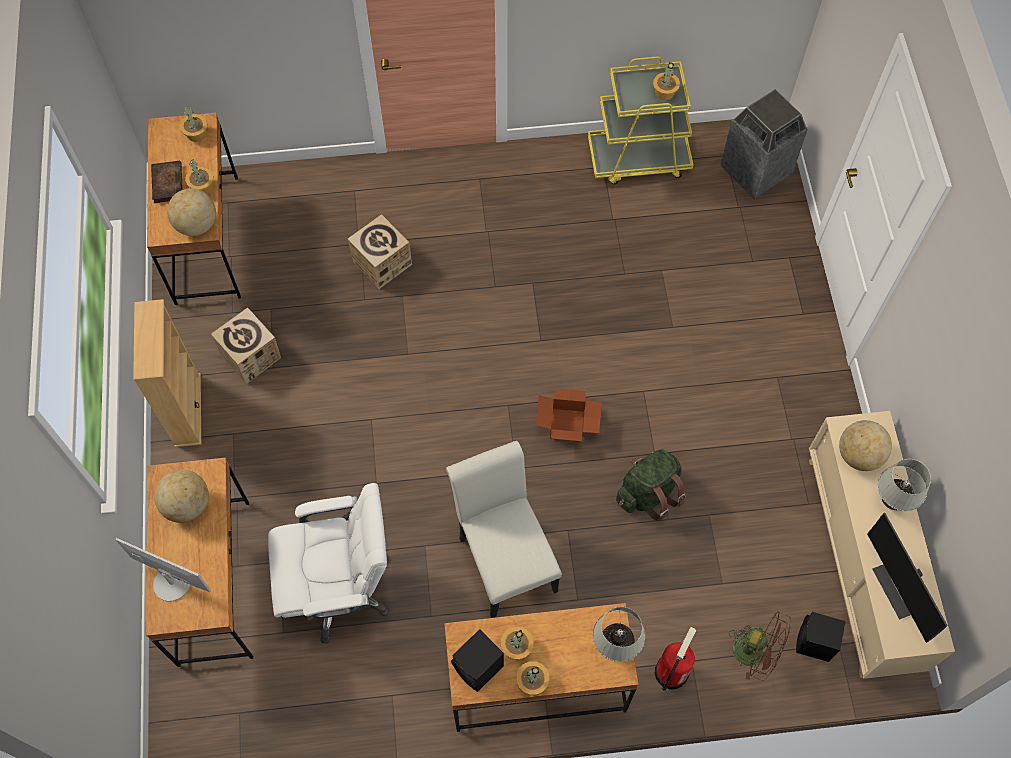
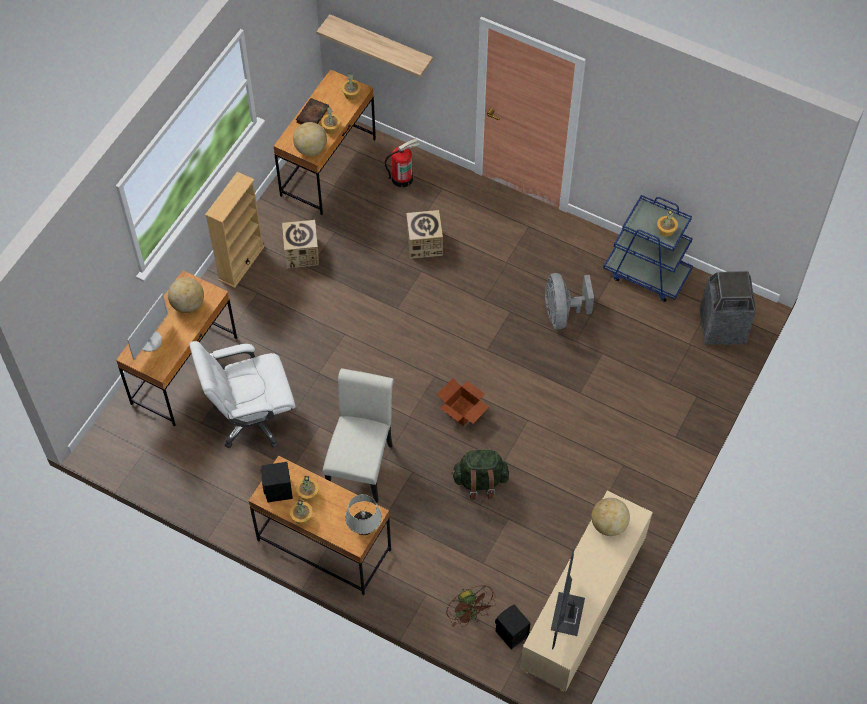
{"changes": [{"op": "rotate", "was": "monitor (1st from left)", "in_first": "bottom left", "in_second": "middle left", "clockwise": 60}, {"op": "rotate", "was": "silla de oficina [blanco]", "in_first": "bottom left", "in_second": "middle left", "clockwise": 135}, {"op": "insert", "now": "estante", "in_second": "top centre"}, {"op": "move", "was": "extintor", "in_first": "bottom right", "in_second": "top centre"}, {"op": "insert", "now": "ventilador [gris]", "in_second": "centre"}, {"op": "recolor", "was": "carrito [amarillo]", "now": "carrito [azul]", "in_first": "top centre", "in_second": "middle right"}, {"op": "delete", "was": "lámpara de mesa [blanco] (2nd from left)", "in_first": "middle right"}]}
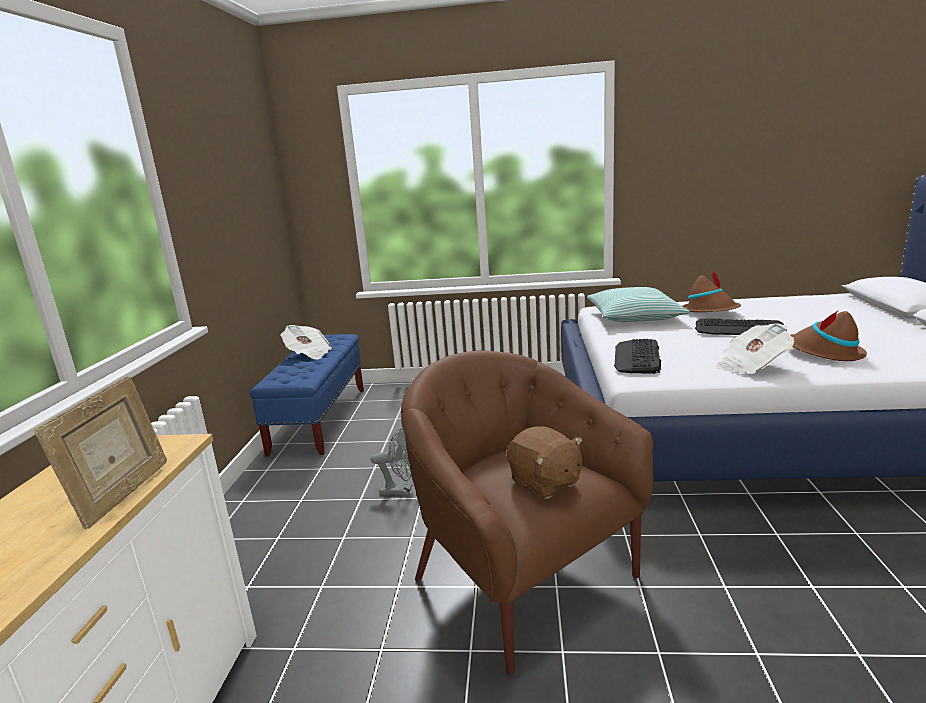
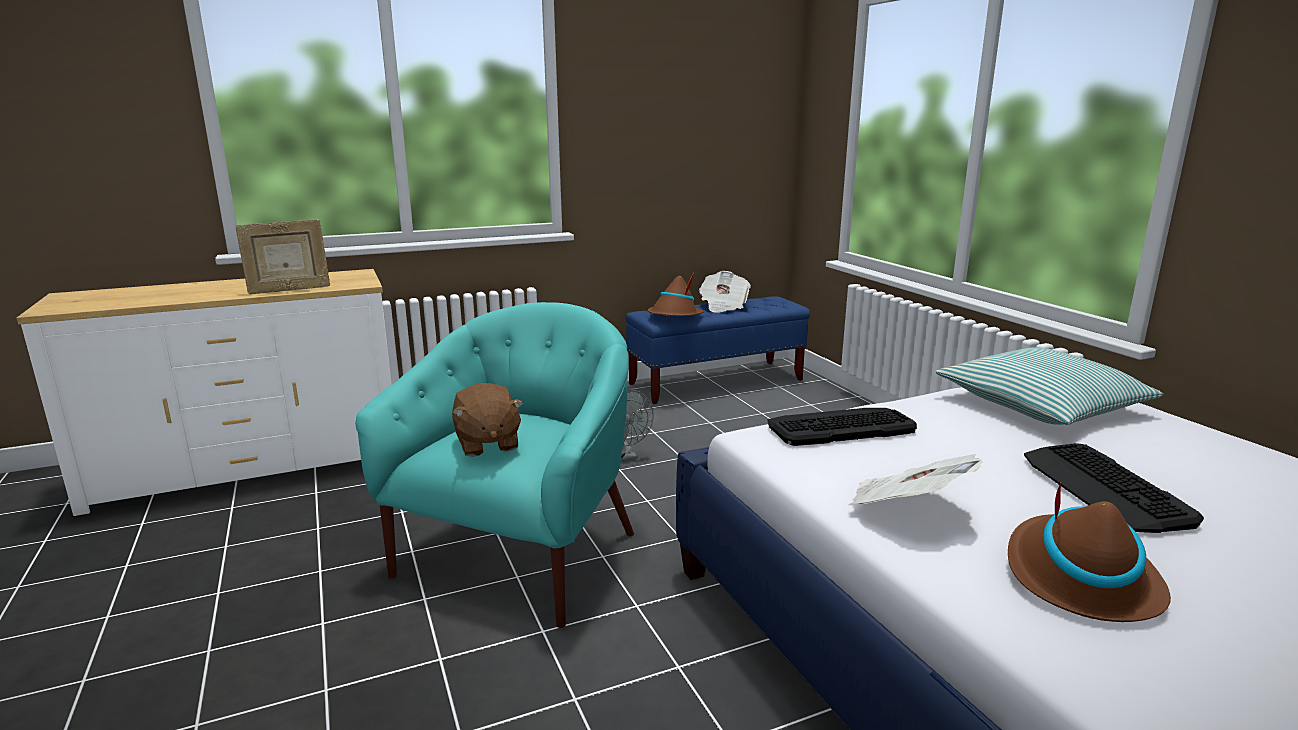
{"changes": [{"op": "recolor", "was": "sillón [marrón]", "now": "sillón [turquesa]", "in_first": "bottom centre", "in_second": "centre"}, {"op": "rotate", "was": "peluche [marrón]", "in_first": "centre", "in_second": "centre", "clockwise": -45}, {"op": "move", "was": "sombrero [marrón] (1st from left)", "in_first": "middle right", "in_second": "centre"}]}
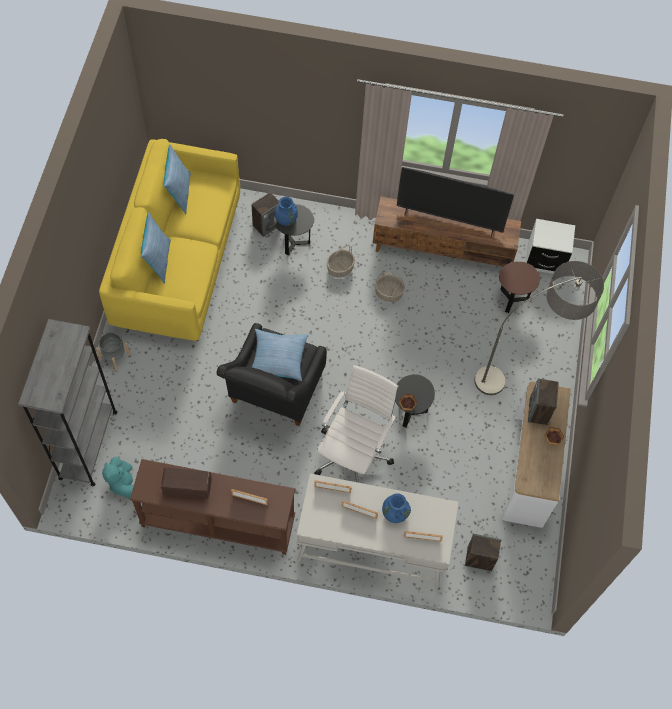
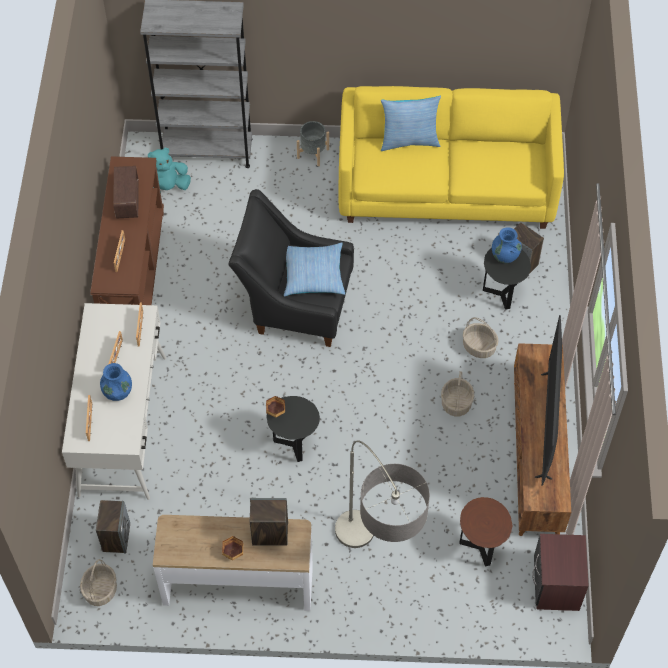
{"changes": [{"op": "insert", "now": "cesta (1st from left)", "in_second": "bottom left"}, {"op": "recolor", "was": "mesita de noche [blanco]", "now": "mesita de noche [marrón]", "in_first": "middle right", "in_second": "bottom right"}, {"op": "delete", "was": "cojín (2nd from left)", "in_first": "top left"}, {"op": "delete", "was": "silla de oficina [blanco]", "in_first": "centre"}]}
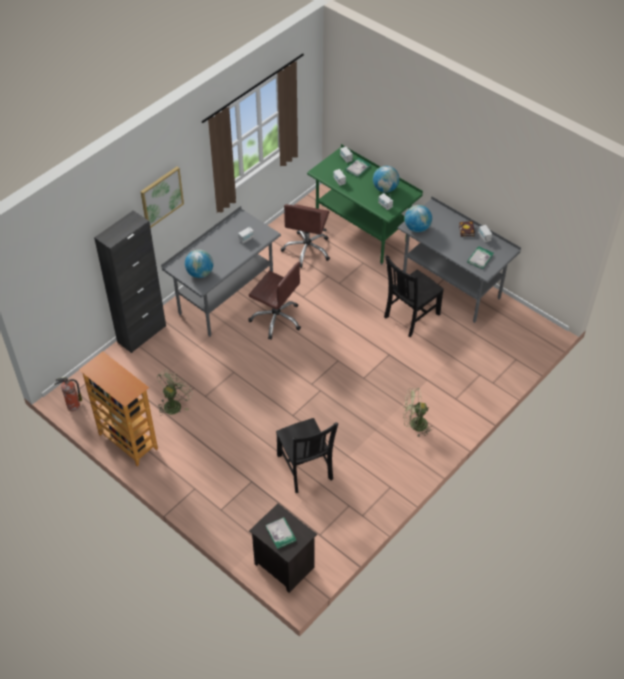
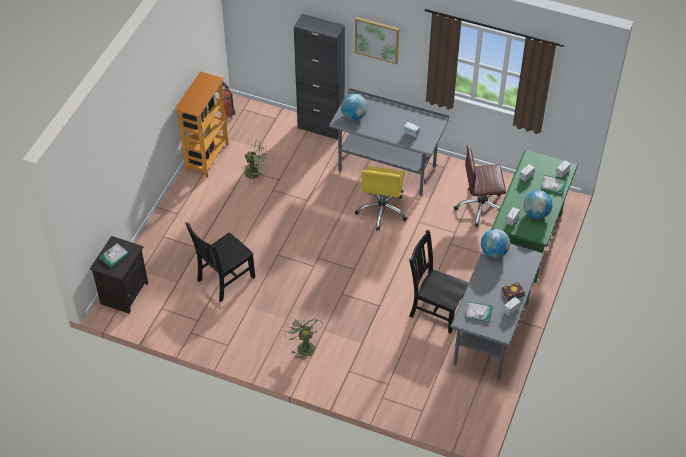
{"changes": [{"op": "recolor", "was": "silla de oficina [marrón] (1st from left)", "now": "silla de oficina [amarillo]", "in_first": "centre", "in_second": "centre"}]}
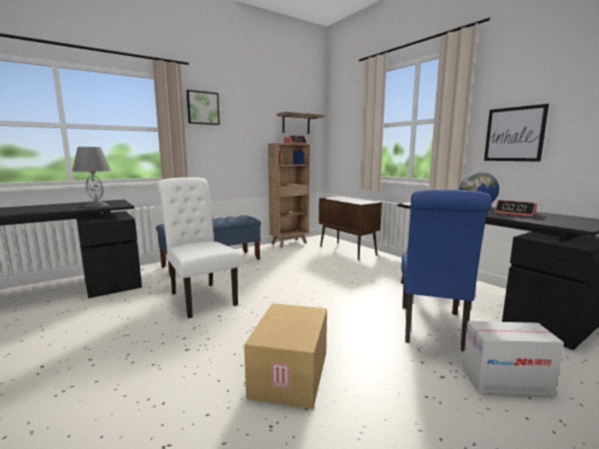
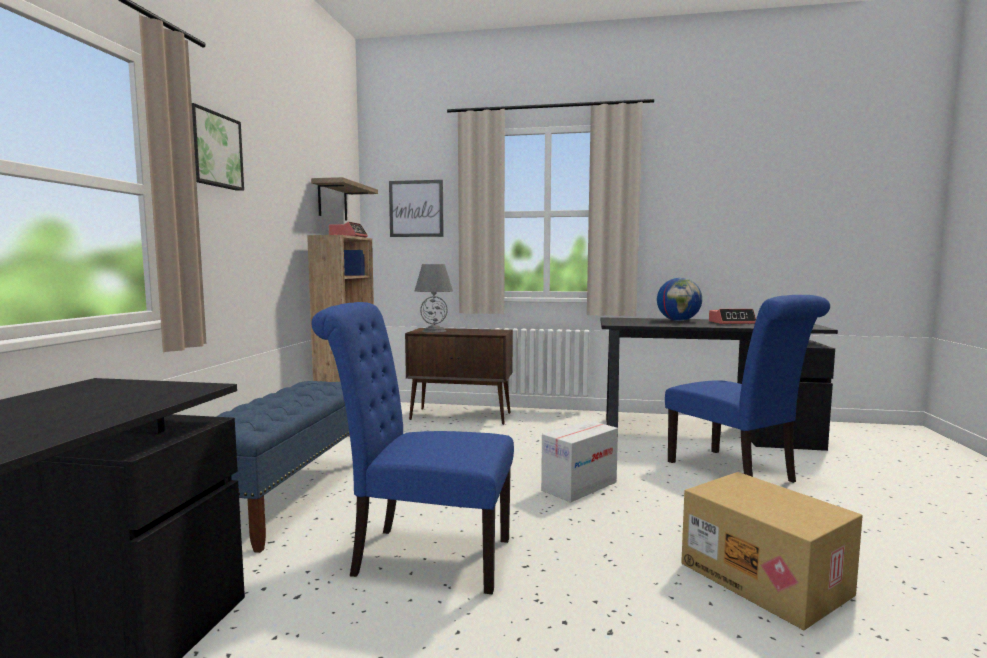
{"changes": [{"op": "recolor", "was": "silla [blanco]", "now": "silla [azul] (1st from left)", "in_first": "middle left", "in_second": "bottom centre"}, {"op": "move", "was": "cuadro (2nd from left)", "in_first": "top right", "in_second": "top centre"}, {"op": "move", "was": "lámpara de mesa [gris]", "in_first": "middle left", "in_second": "centre"}, {"op": "move", "was": "caja de cartón (2nd from left in the first image)", "now": "caja de cartón (1st from left)", "in_first": "bottom right", "in_second": "bottom centre"}]}
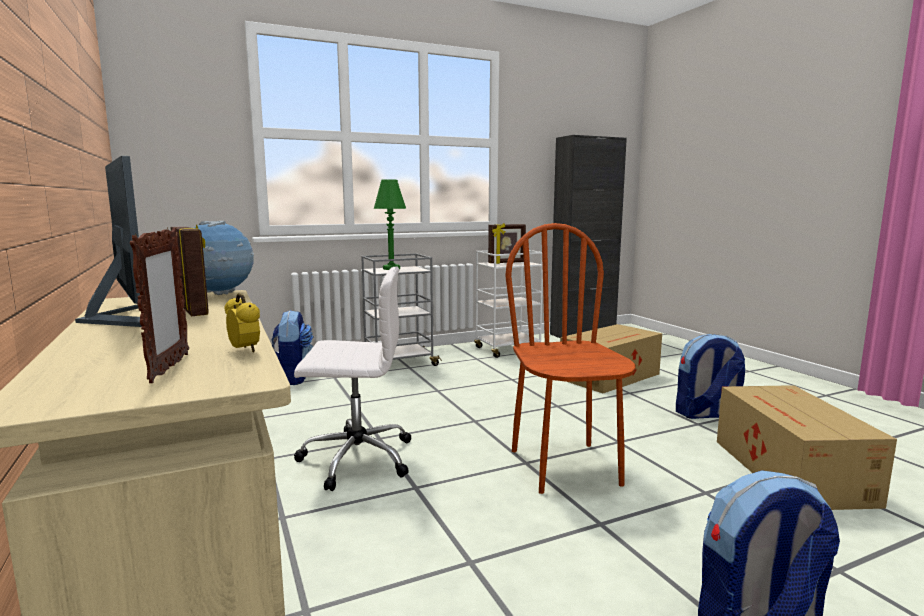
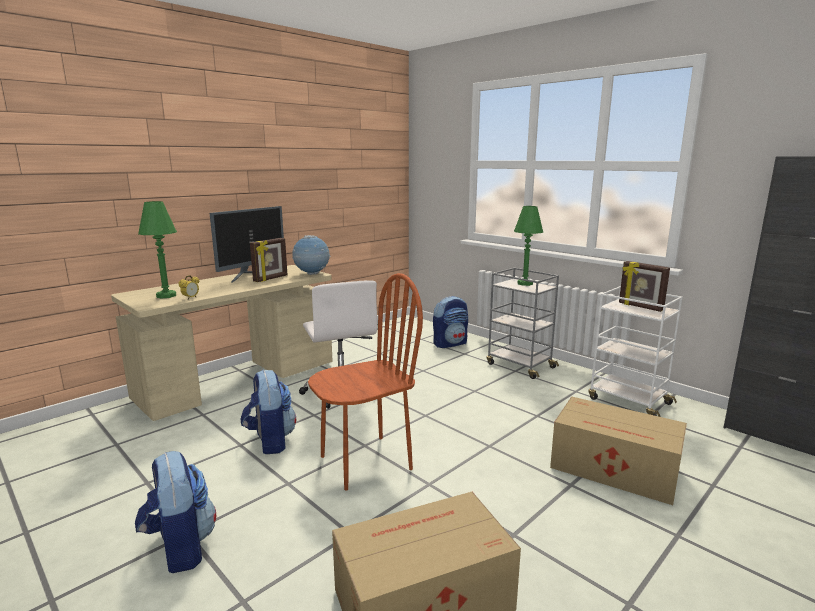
{"changes": [{"op": "replace", "was": "portarretratos (1st from left)", "now": "lámpara de mesa [verde] (1st from left)", "in_first": "middle left", "in_second": "middle left"}, {"op": "move", "was": "mochila (2nd from left)", "in_first": "middle right", "in_second": "bottom left"}]}
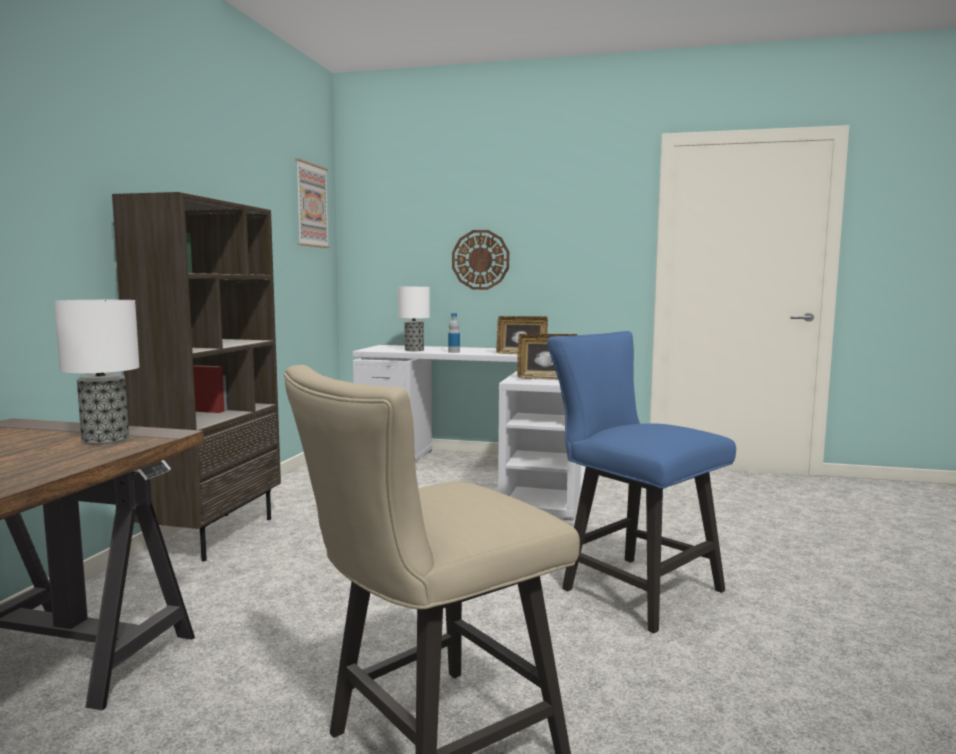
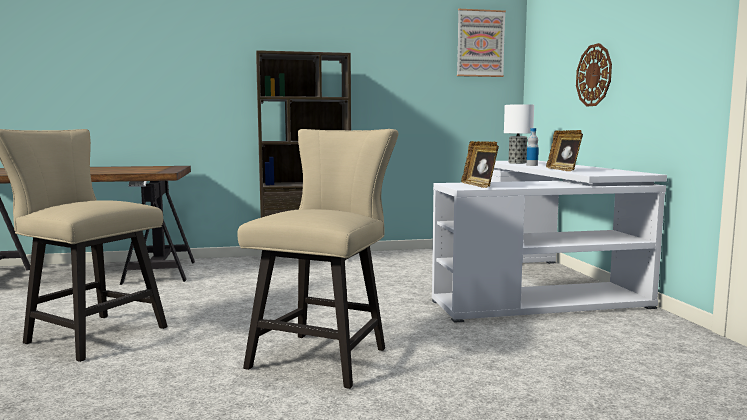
{"changes": [{"op": "recolor", "was": "silla [azul]", "now": "silla [beis] (2nd from left)", "in_first": "middle right", "in_second": "centre"}, {"op": "delete", "was": "lámpara de mesa (1st from left)", "in_first": "middle left"}]}
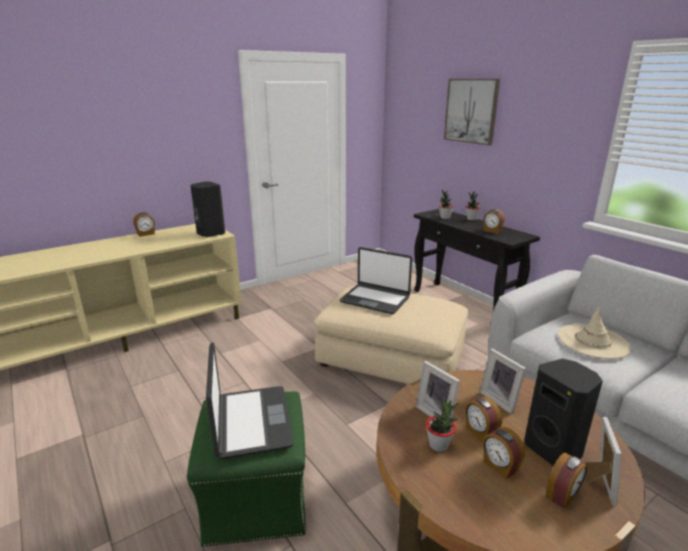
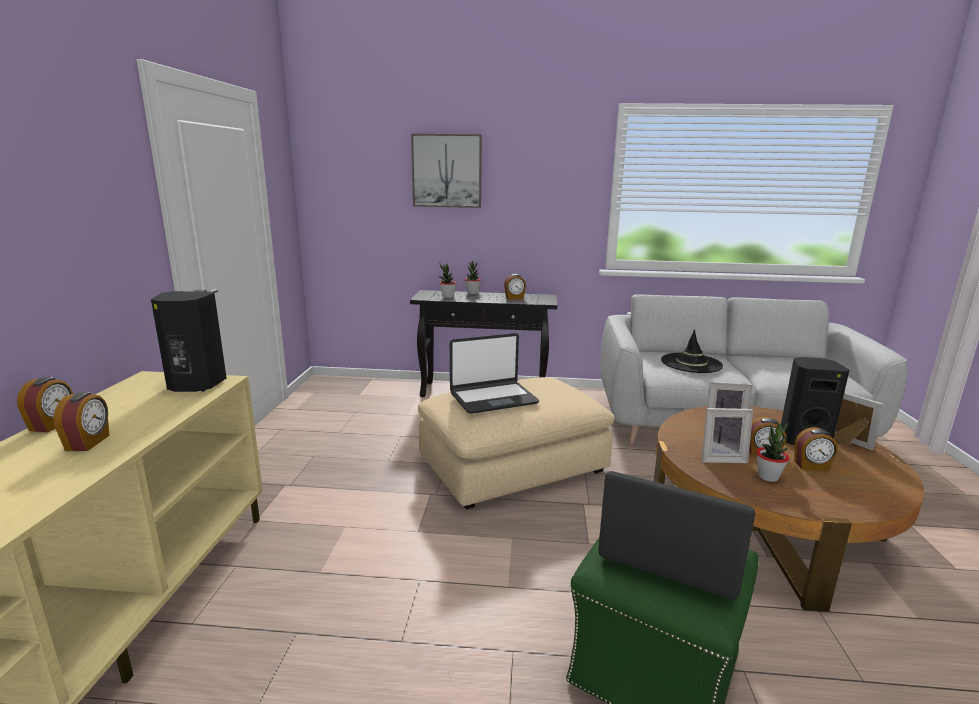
{"changes": [{"op": "move", "was": "despertador (5th from left in the first image)", "now": "despertador (2nd from left)", "in_first": "bottom right", "in_second": "middle left"}, {"op": "recolor", "was": "sombrero [beis]", "now": "sombrero [negro]", "in_first": "middle right", "in_second": "middle right"}]}
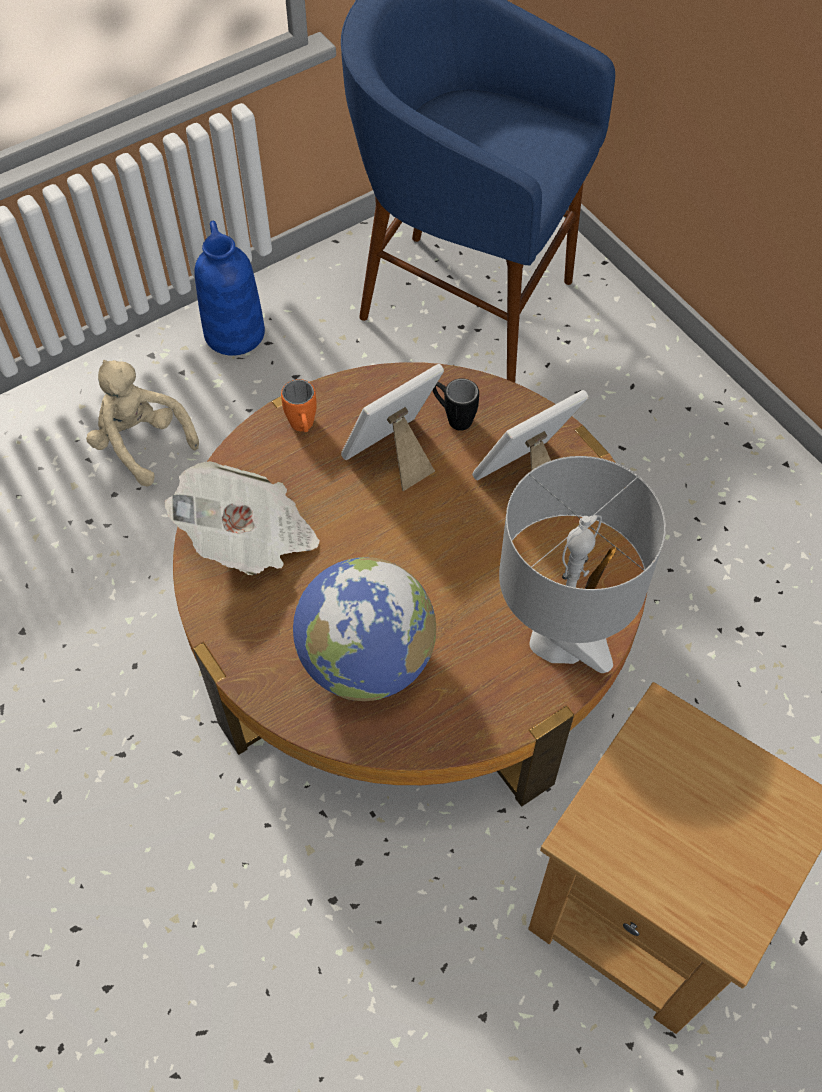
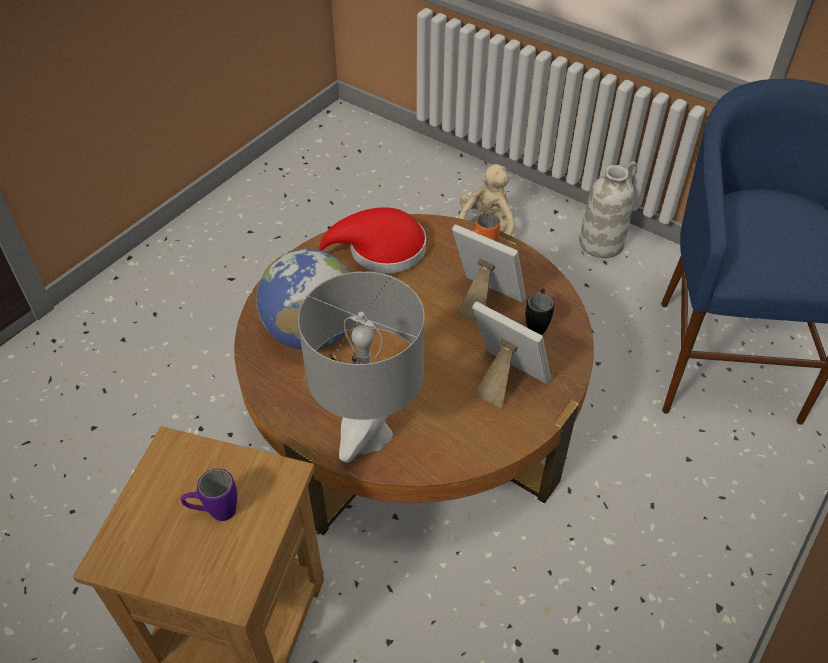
{"changes": [{"op": "insert", "now": "taza grande [morado]", "in_second": "bottom left"}, {"op": "replace", "was": "periódico", "now": "sombrero [rojo]", "in_first": "middle left", "in_second": "centre"}, {"op": "recolor", "was": "florero [azul]", "now": "florero [blanco]", "in_first": "top left", "in_second": "top right"}]}
